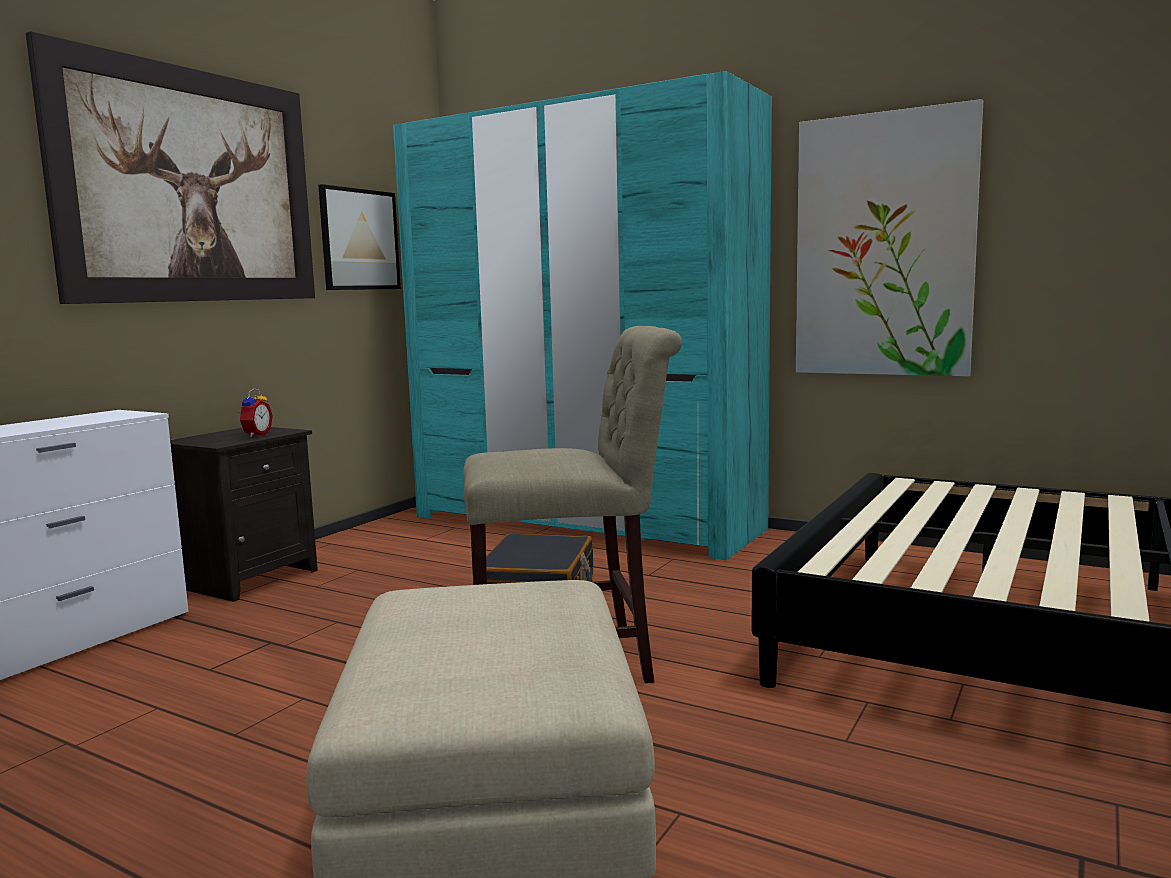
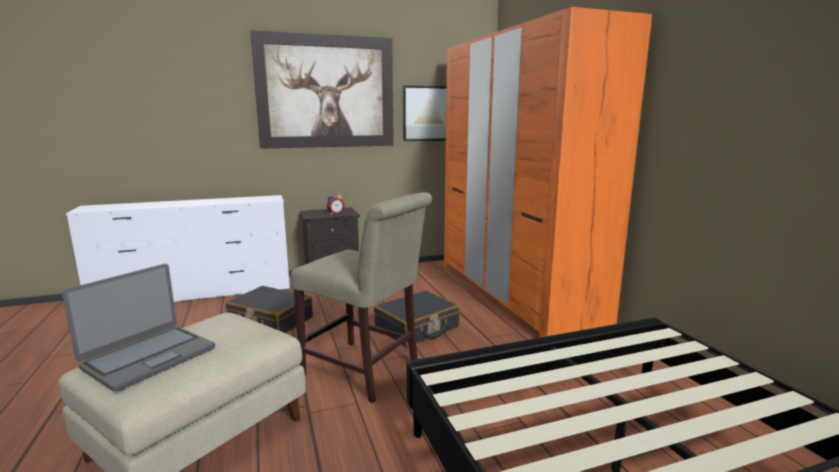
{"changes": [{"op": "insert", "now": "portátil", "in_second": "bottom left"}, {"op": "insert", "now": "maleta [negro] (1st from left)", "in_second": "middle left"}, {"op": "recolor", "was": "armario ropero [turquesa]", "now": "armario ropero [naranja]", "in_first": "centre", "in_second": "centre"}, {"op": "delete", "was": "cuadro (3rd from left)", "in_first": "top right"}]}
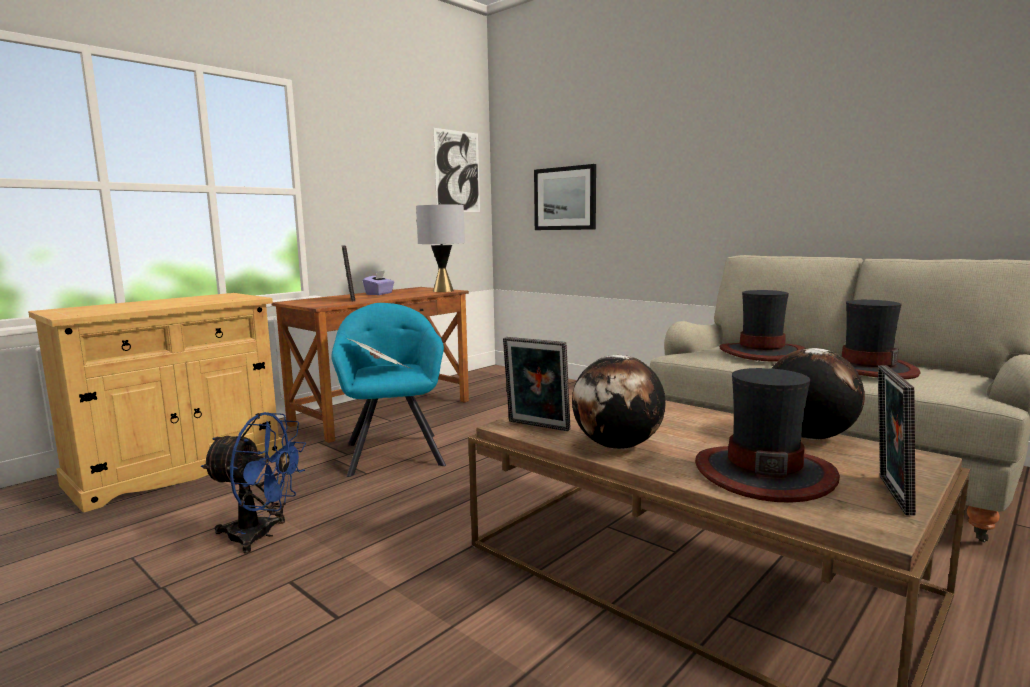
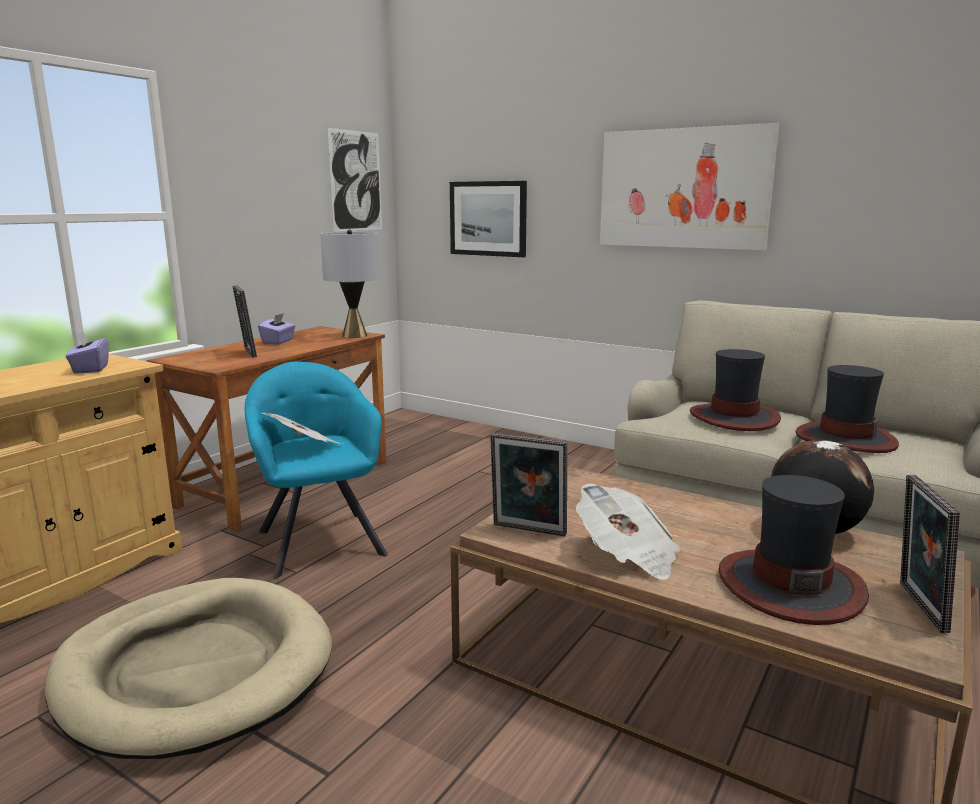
{"changes": [{"op": "replace", "was": "ventilador [azul]", "now": "cama para perro [beis]", "in_first": "bottom left", "in_second": "bottom left"}, {"op": "insert", "now": "caja de pañuelos [morado] (1st from left)", "in_second": "middle left"}, {"op": "replace", "was": "globo terráqueo (1st from left)", "now": "periódico (2nd from left)", "in_first": "centre", "in_second": "centre"}, {"op": "insert", "now": "cuadro (3rd from left)", "in_second": "top right"}]}
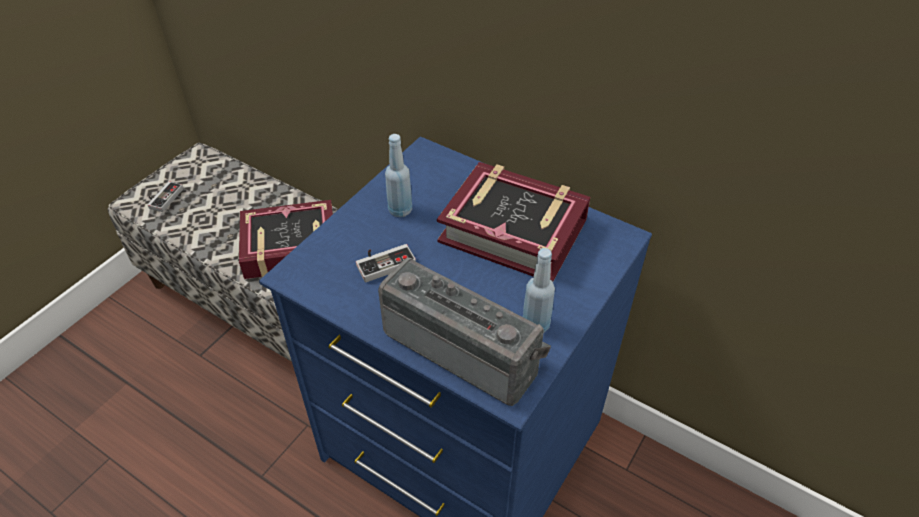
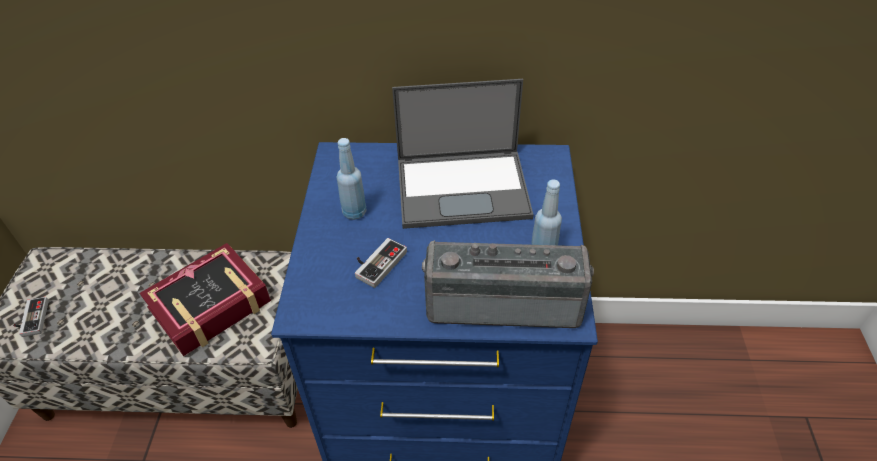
{"changes": [{"op": "replace", "was": "libro (2nd from left)", "now": "portátil", "in_first": "centre", "in_second": "centre"}]}
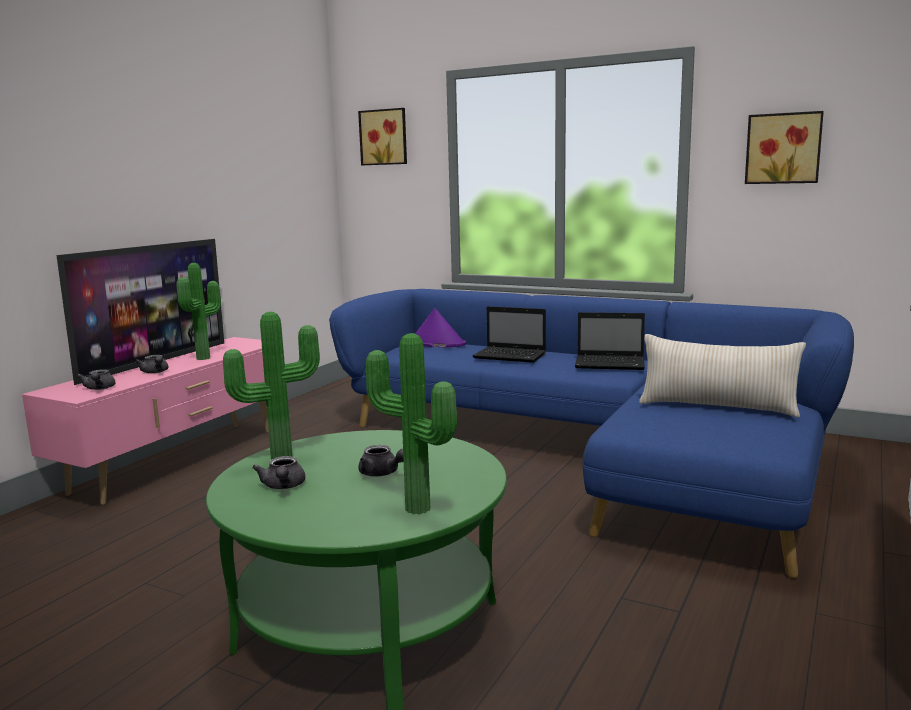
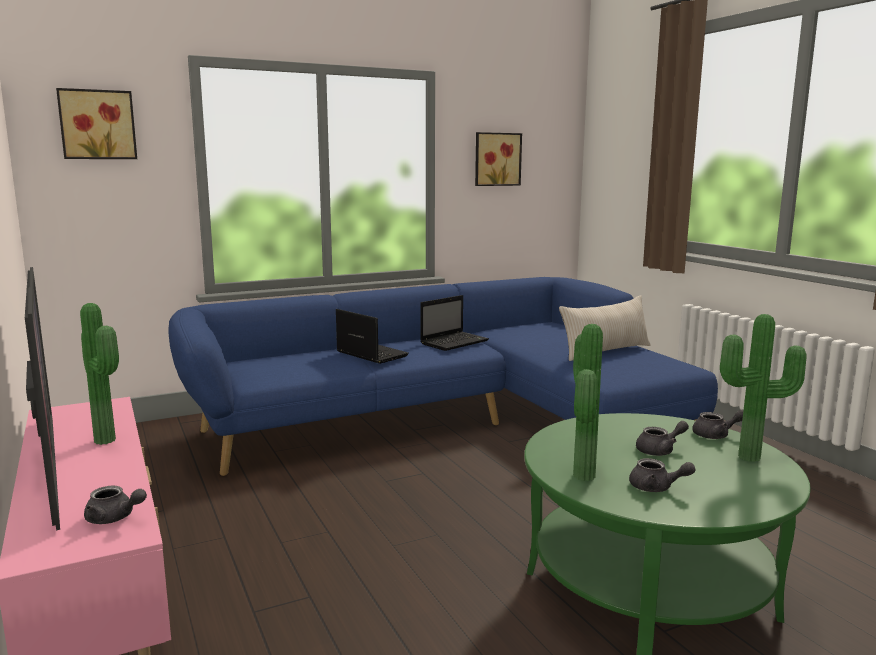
{"changes": [{"op": "rotate", "was": "portátil (1st from left)", "in_first": "centre", "in_second": "centre", "clockwise": -105}, {"op": "move", "was": "tetera [gris] (2nd from left in the first image)", "now": "tetera [gris] (4th from left)", "in_first": "middle left", "in_second": "middle right"}, {"op": "delete", "was": "sombrero [morado]", "in_first": "centre"}]}
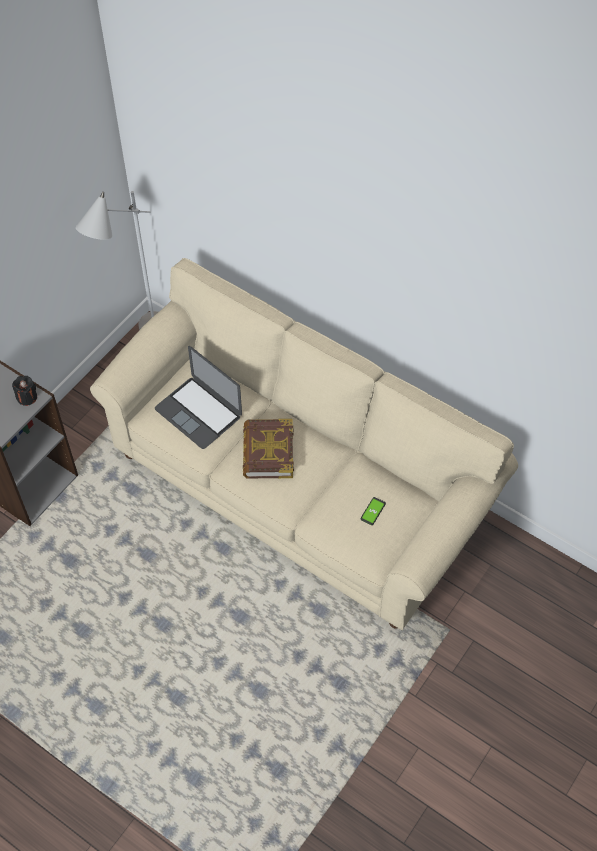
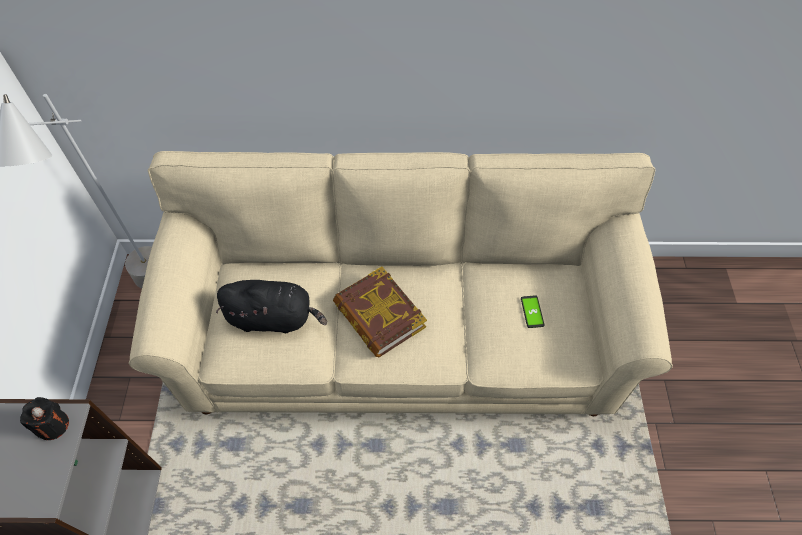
{"changes": [{"op": "replace", "was": "portátil", "now": "peluche [negro]", "in_first": "middle left", "in_second": "centre"}]}
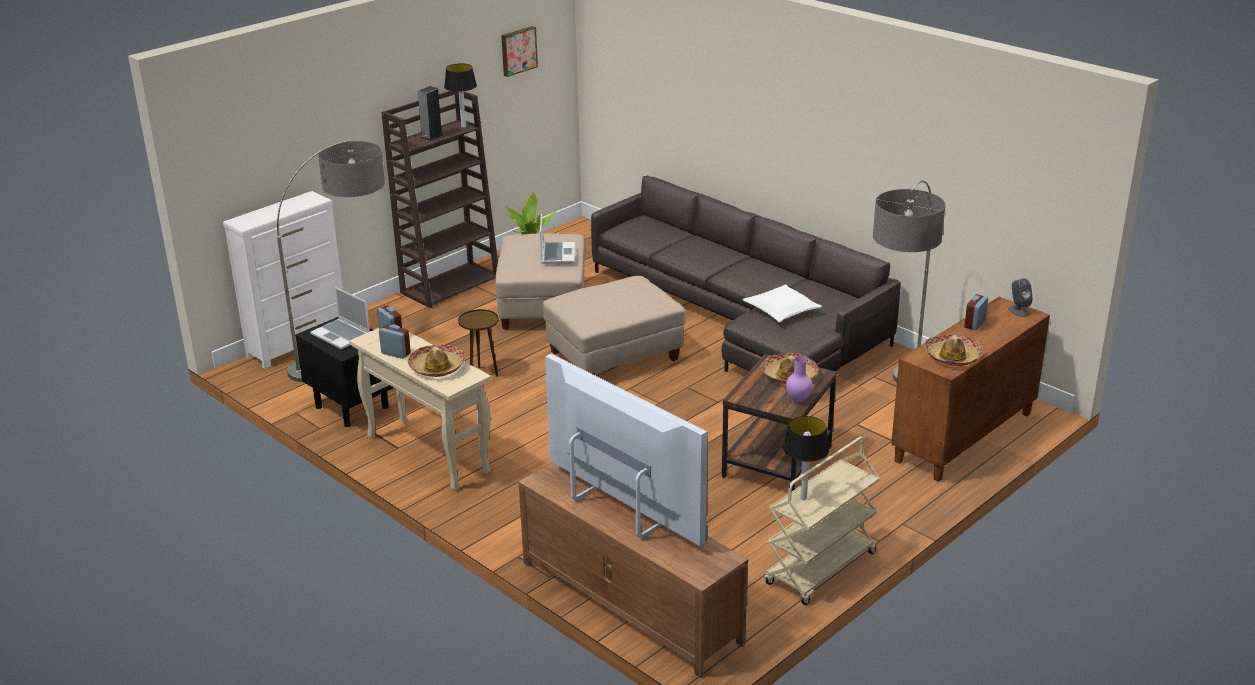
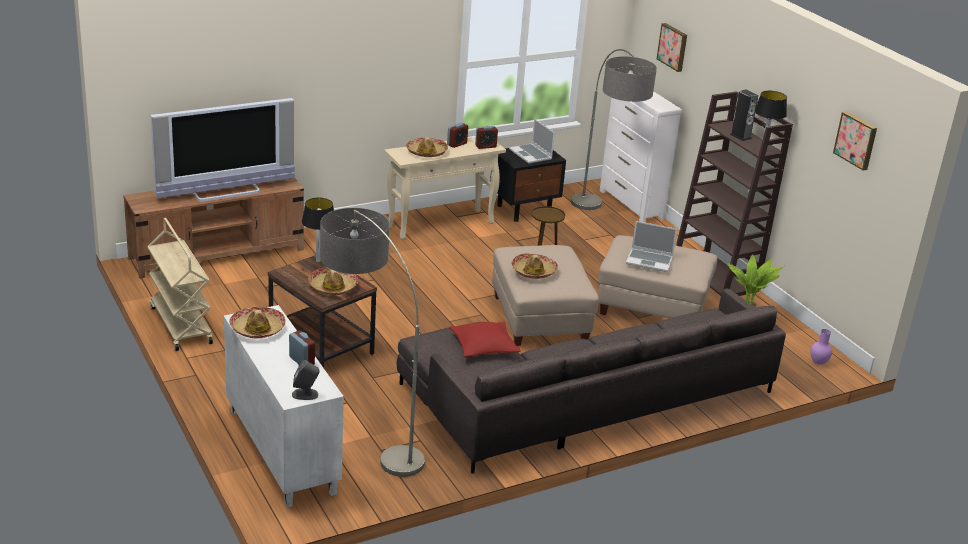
{"changes": [{"op": "recolor", "was": "armario [marrón]", "now": "armario [blanco]", "in_first": "middle right", "in_second": "bottom left"}, {"op": "move", "was": "lámpara de mesa (2nd from left in the first image)", "now": "lámpara de mesa (1st from left)", "in_first": "bottom centre", "in_second": "middle left"}, {"op": "recolor", "was": "cojín [blanco]", "now": "cojín [rojo]", "in_first": "centre", "in_second": "centre"}, {"op": "rotate", "was": "portátil (1st from left)", "in_first": "middle left", "in_second": "top centre", "clockwise": -90}, {"op": "insert", "now": "sombrero (4th from left)", "in_second": "centre"}, {"op": "insert", "now": "cuadro (1st from left)", "in_second": "top right"}, {"op": "move", "was": "florero [morado]", "in_first": "centre", "in_second": "middle right"}]}
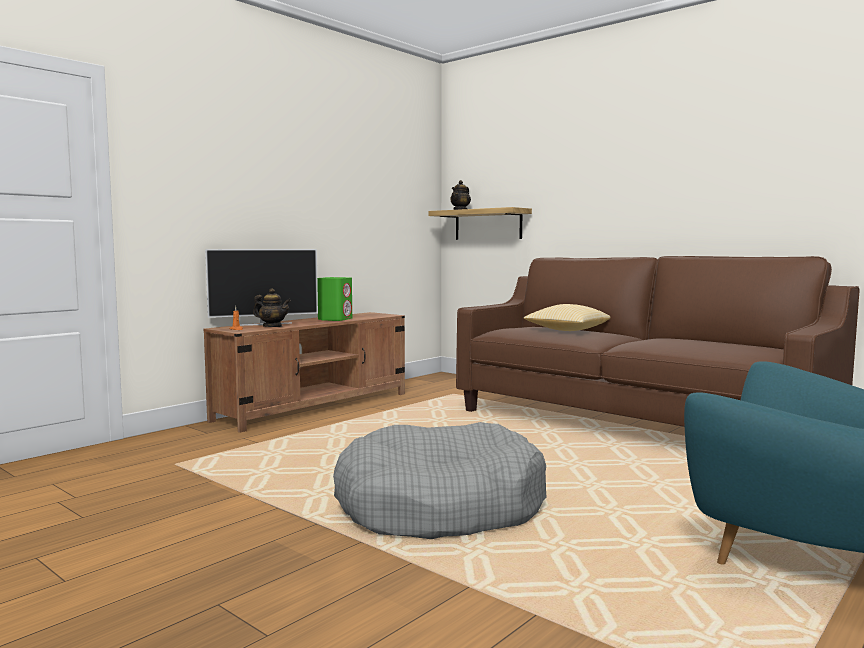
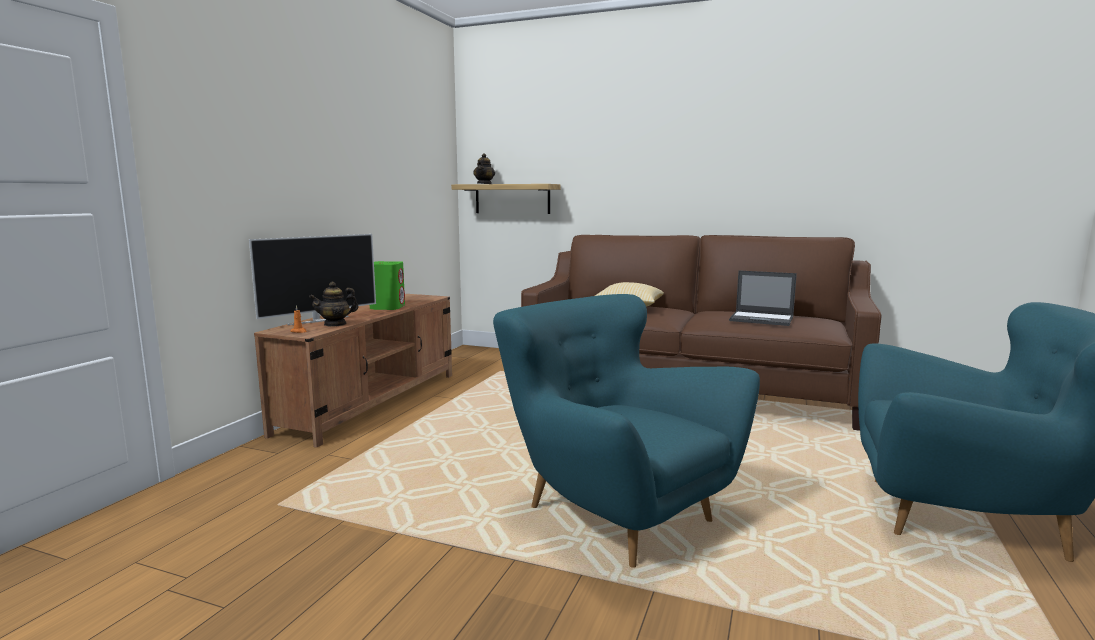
{"changes": [{"op": "rotate", "was": "tetera (1st from left)", "in_first": "middle left", "in_second": "middle left", "clockwise": 150}, {"op": "replace", "was": "cama para perro [gris]", "now": "sillón [turquesa] (1st from left)", "in_first": "bottom centre", "in_second": "bottom centre"}, {"op": "insert", "now": "portátil", "in_second": "middle right"}]}
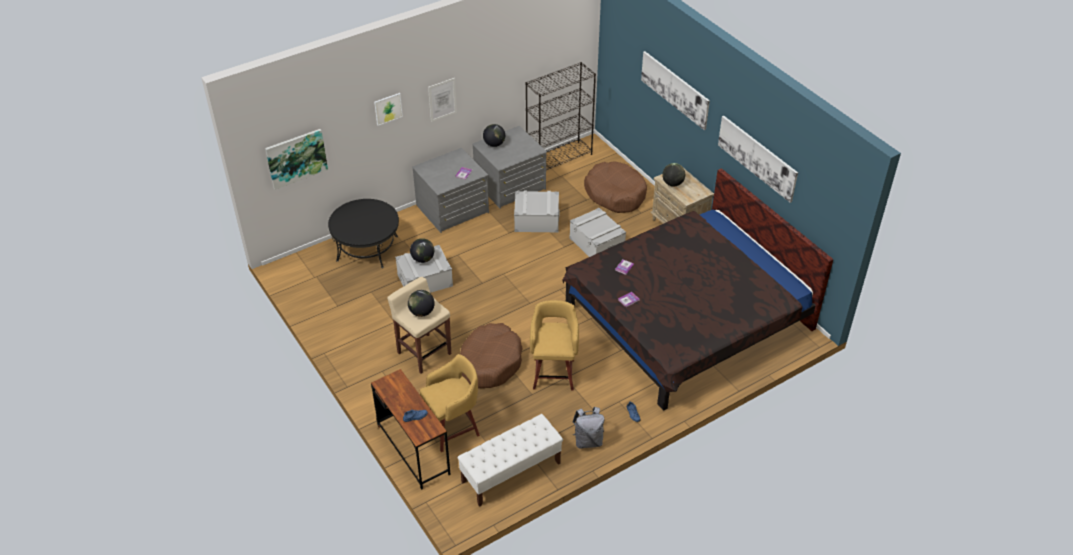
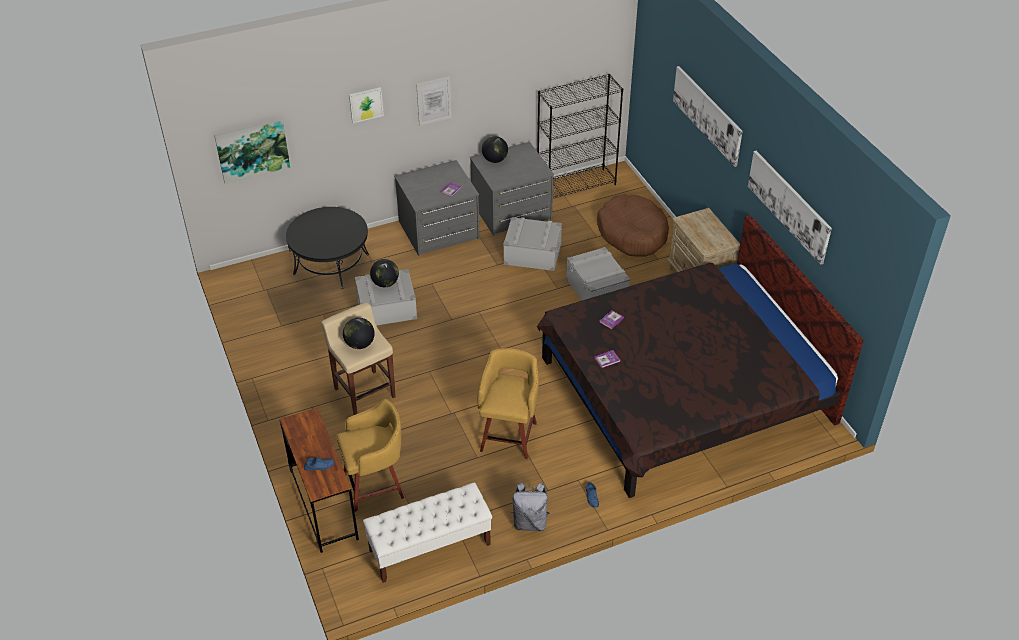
{"changes": [{"op": "delete", "was": "cama para perro [marrón] (1st from left)", "in_first": "centre"}, {"op": "delete", "was": "globo terráqueo (4th from left)", "in_first": "top centre"}]}
